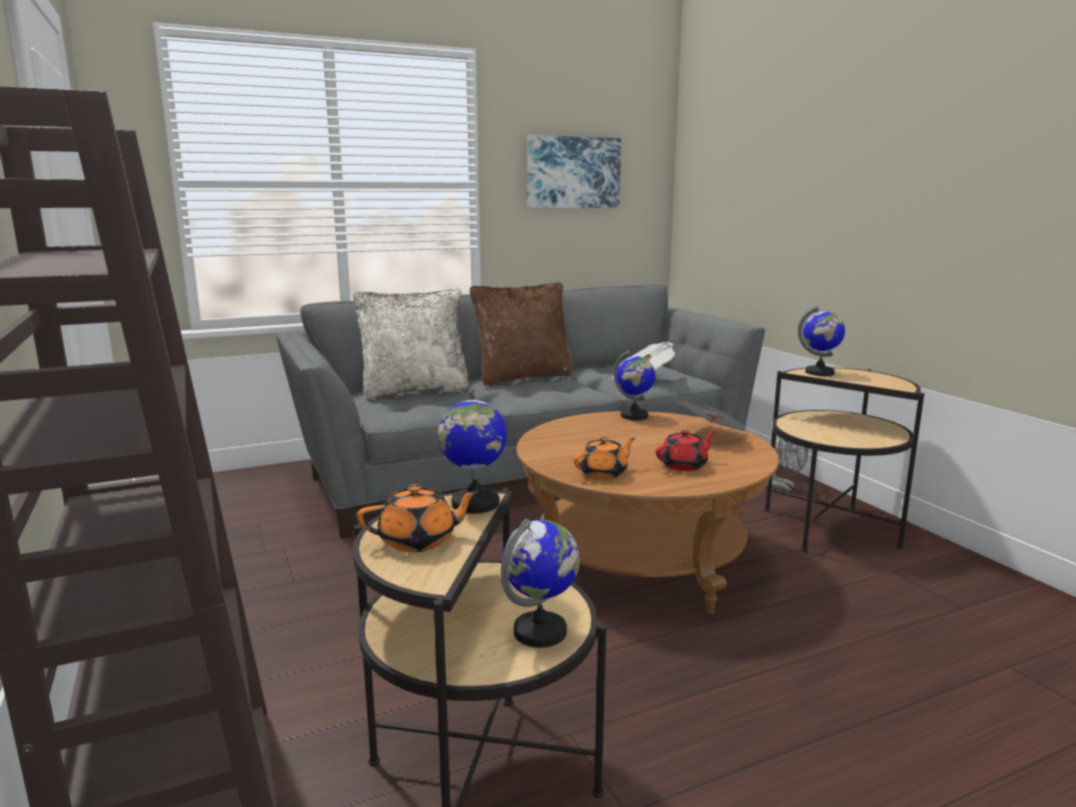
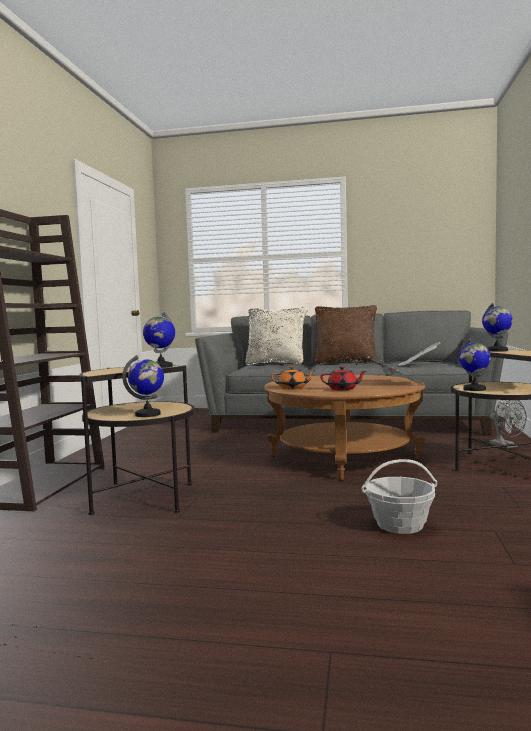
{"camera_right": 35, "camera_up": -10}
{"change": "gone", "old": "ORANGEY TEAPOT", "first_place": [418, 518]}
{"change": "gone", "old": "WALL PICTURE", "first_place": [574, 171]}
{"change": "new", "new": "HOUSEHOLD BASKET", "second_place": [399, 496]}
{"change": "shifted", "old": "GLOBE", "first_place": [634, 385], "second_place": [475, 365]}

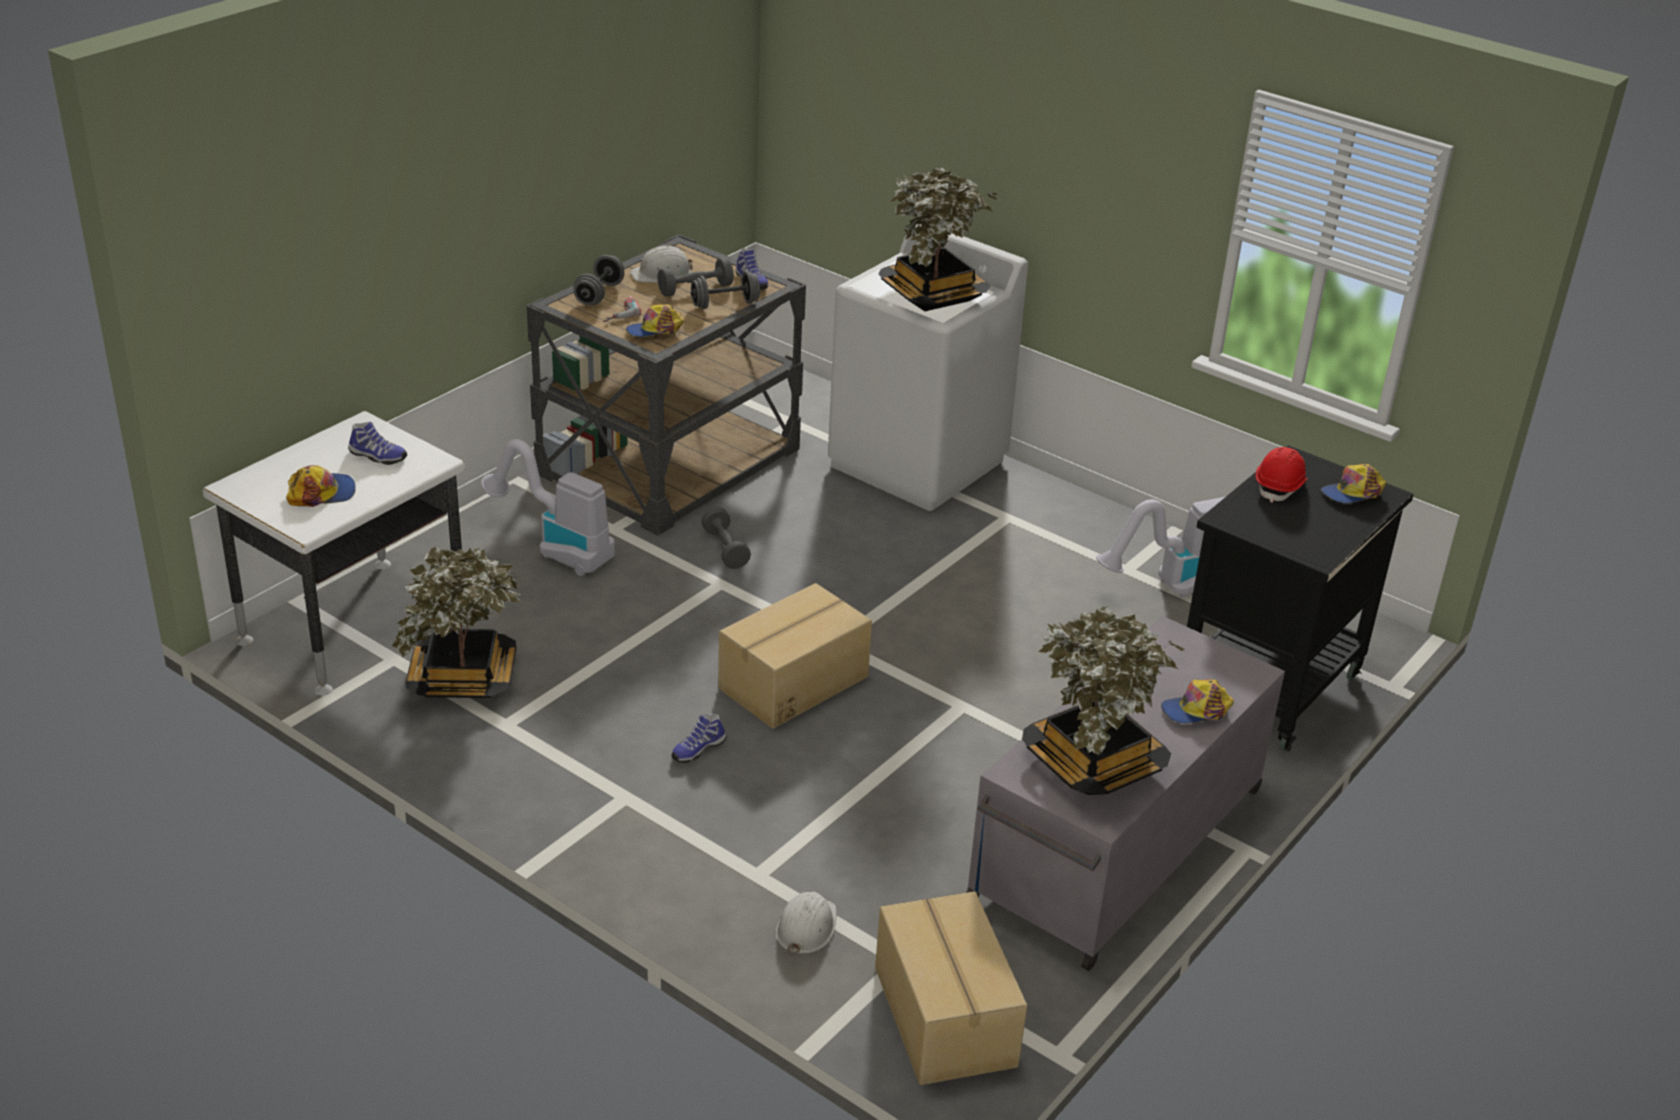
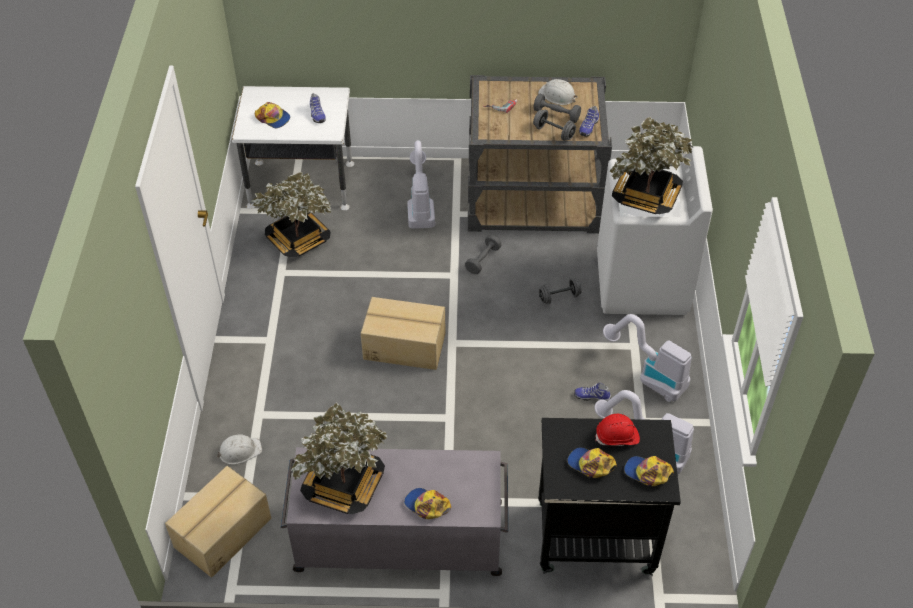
{"camera_right": 55, "camera_up": 15}
{"change": "new", "new": "HOOVER", "second_place": [647, 358]}
{"change": "shifted", "old": "GRAY FREE WEIGHT", "first_place": [598, 280], "second_place": [560, 291]}
{"change": "shifted", "old": "CAP", "first_place": [655, 320], "second_place": [592, 463]}
{"change": "shifted", "old": "ITEM OF FOOTWEAR", "first_place": [699, 738], "second_place": [592, 391]}

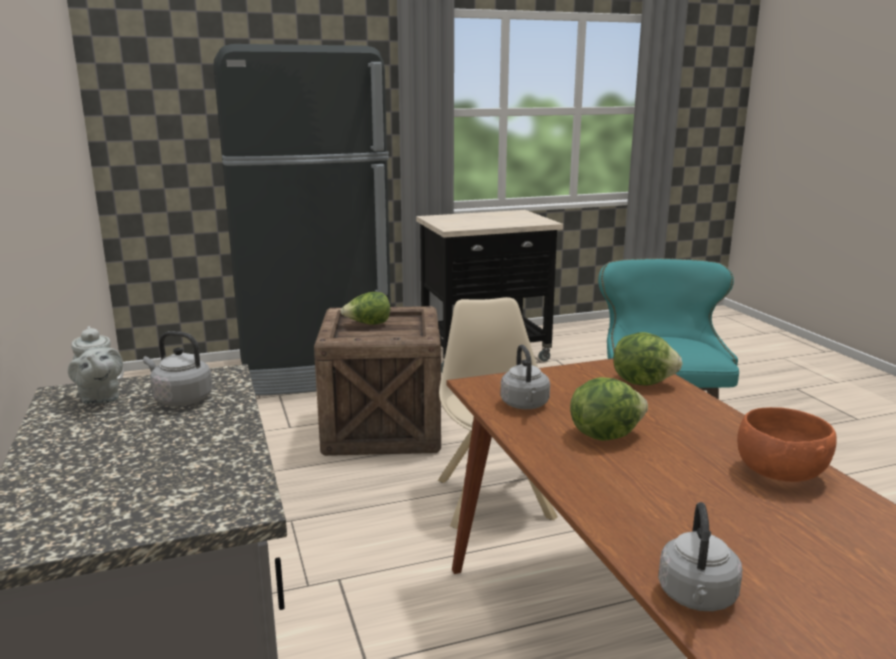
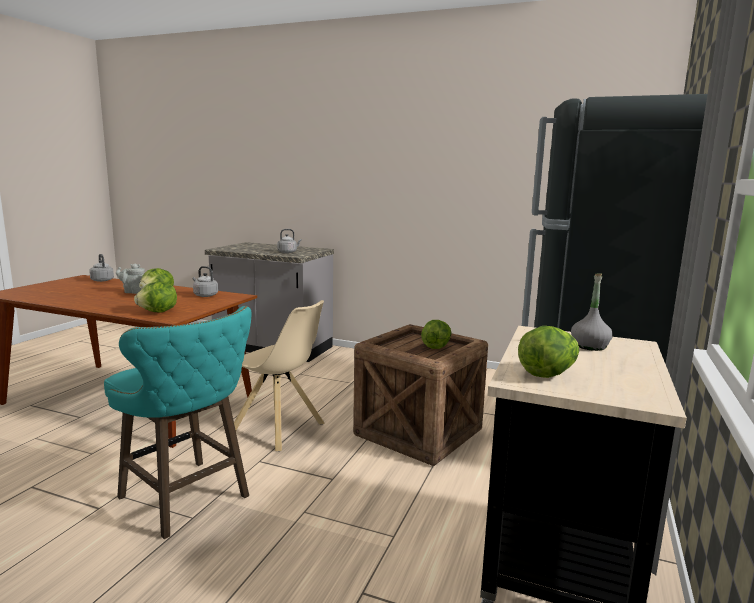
{"camera_right": 130, "camera_up": -5}
{"change": "gone", "old": "ORANGEY BOWL", "first_place": [787, 444]}
{"change": "new", "new": "HEAD OF LETTUCE", "second_place": [548, 352]}
{"change": "new", "new": "GRAY BEVERAGE BOTTLE", "second_place": [592, 312]}
{"change": "shifted", "old": "GRAY TEAPOT", "first_place": [95, 365], "second_place": [130, 278]}

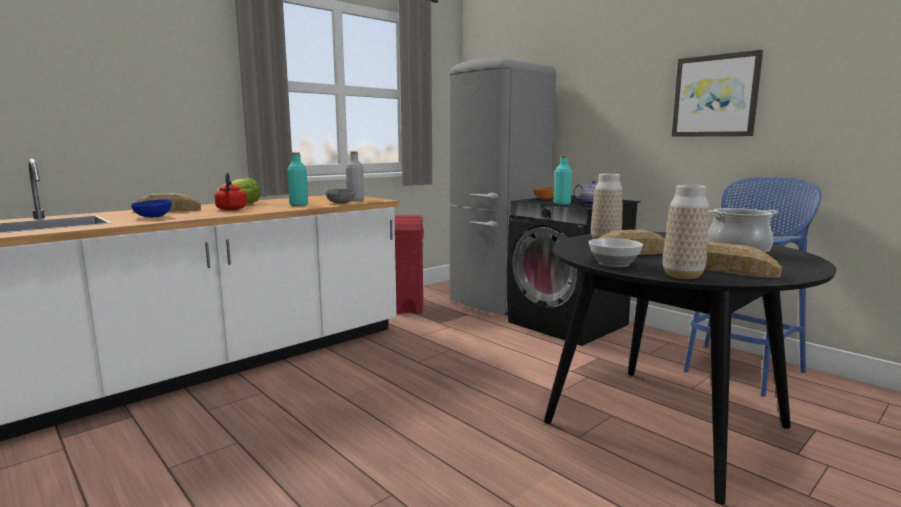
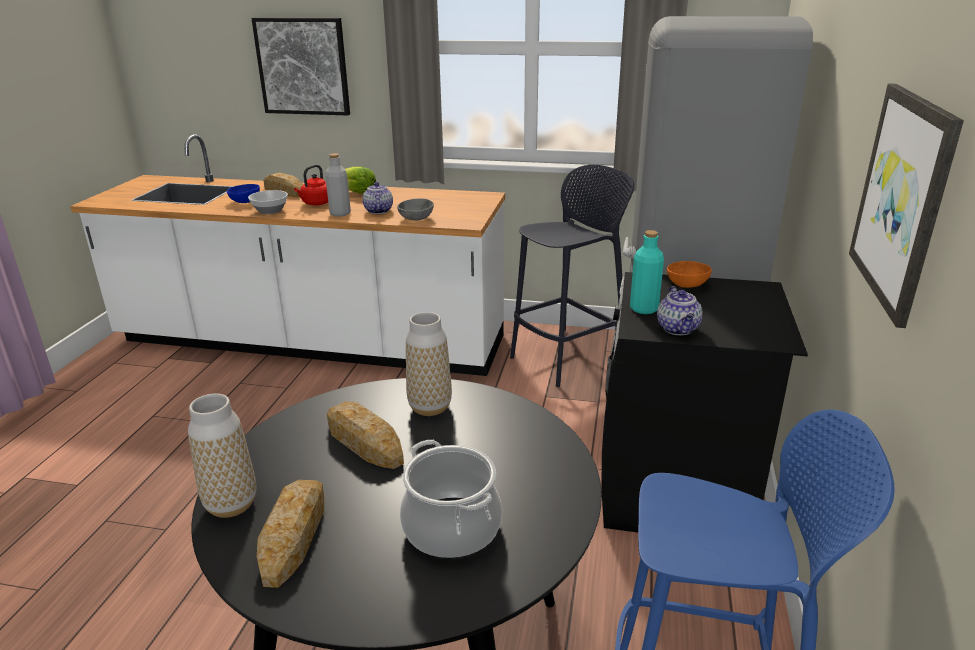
{"camera_right": 55, "camera_up": 15}
{"change": "new", "new": "WALL PICTURE", "second_place": [300, 66]}
{"change": "shifted", "old": "GRAY BEVERAGE BOTTLE", "first_place": [355, 176], "second_place": [338, 185]}
{"change": "shifted", "old": "BOWL", "first_place": [616, 252], "second_place": [268, 202]}
{"change": "swapped", "old": "BLUE-GREEN BEVERAGE BOTTLE", "new": "TEAPOT", "first_place": [297, 179], "second_place": [377, 198]}
{"change": "swapped", "old": "REDDISH TRASH CAN", "new": "GRAY STOOL", "first_place": [409, 264], "second_place": [572, 276]}

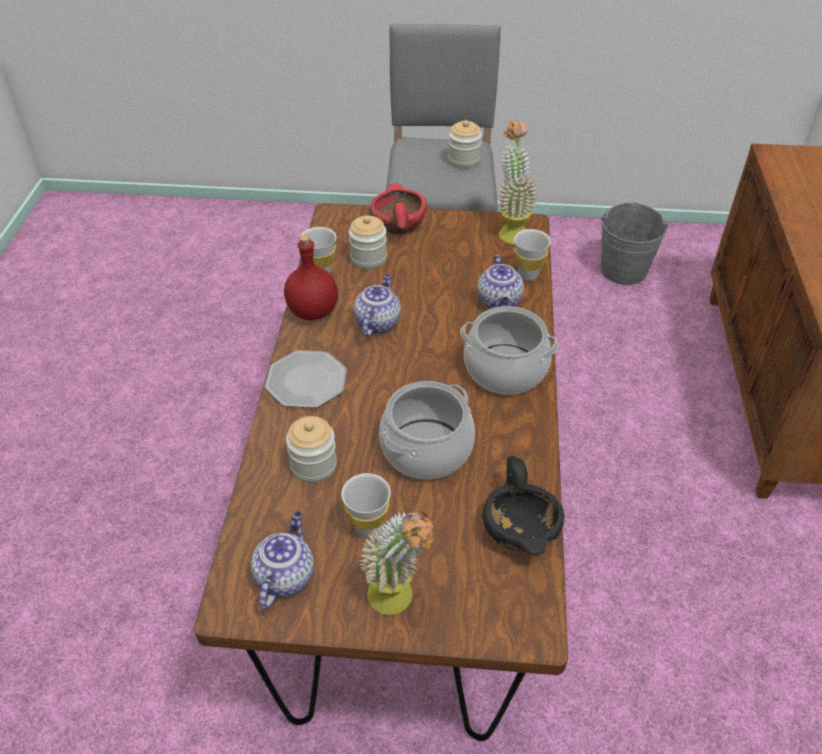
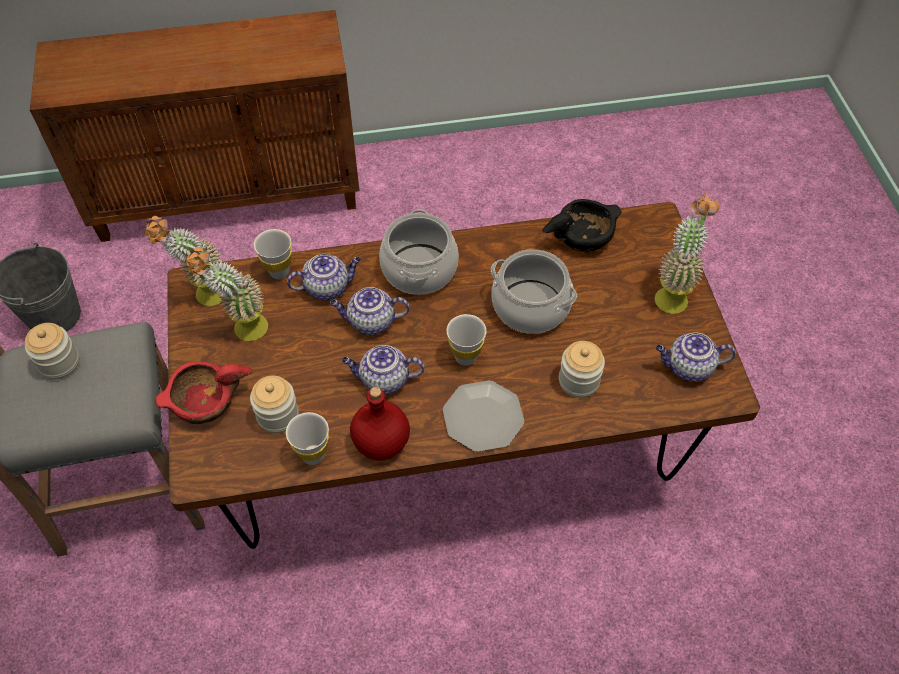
{"camera_right": -105, "camera_up": 10}
{"change": "new", "new": "POTTED PLANT", "second_place": [226, 294]}
{"change": "new", "new": "TEAPOT", "second_place": [370, 311]}
{"change": "shifted", "old": "WHITISH DRINKING CUP", "first_place": [366, 505], "second_place": [466, 340]}

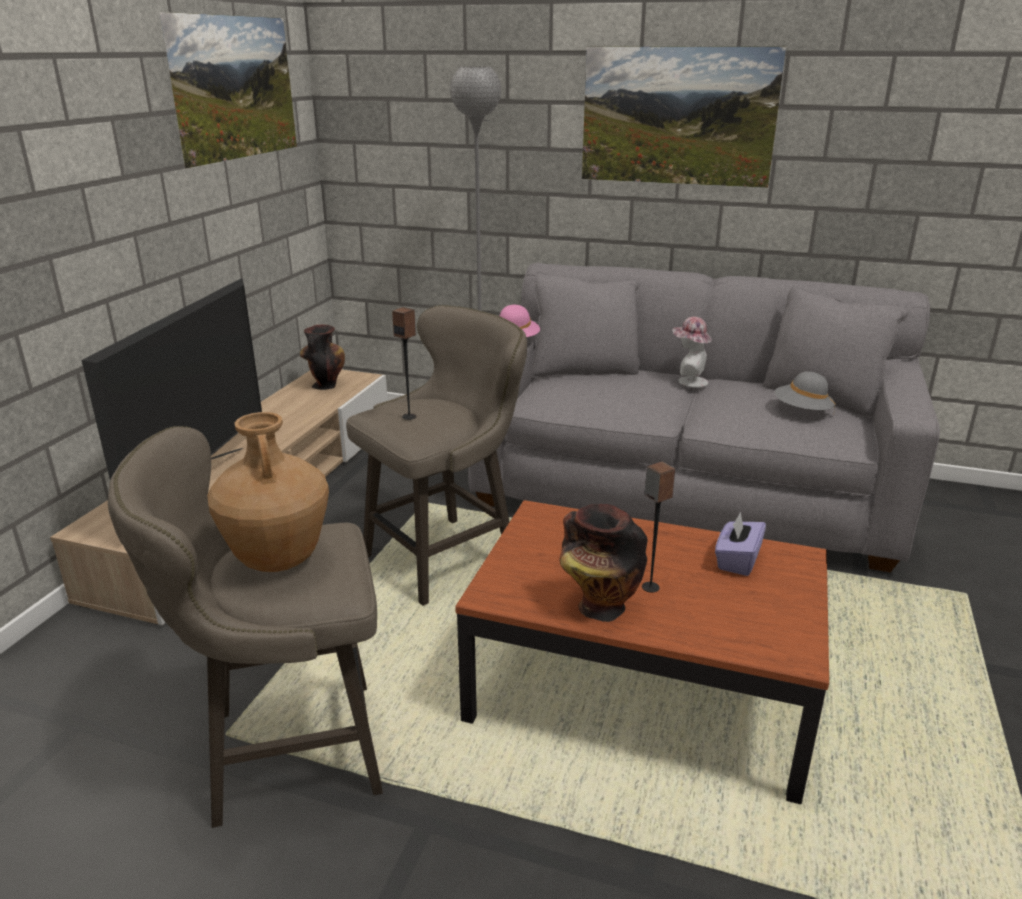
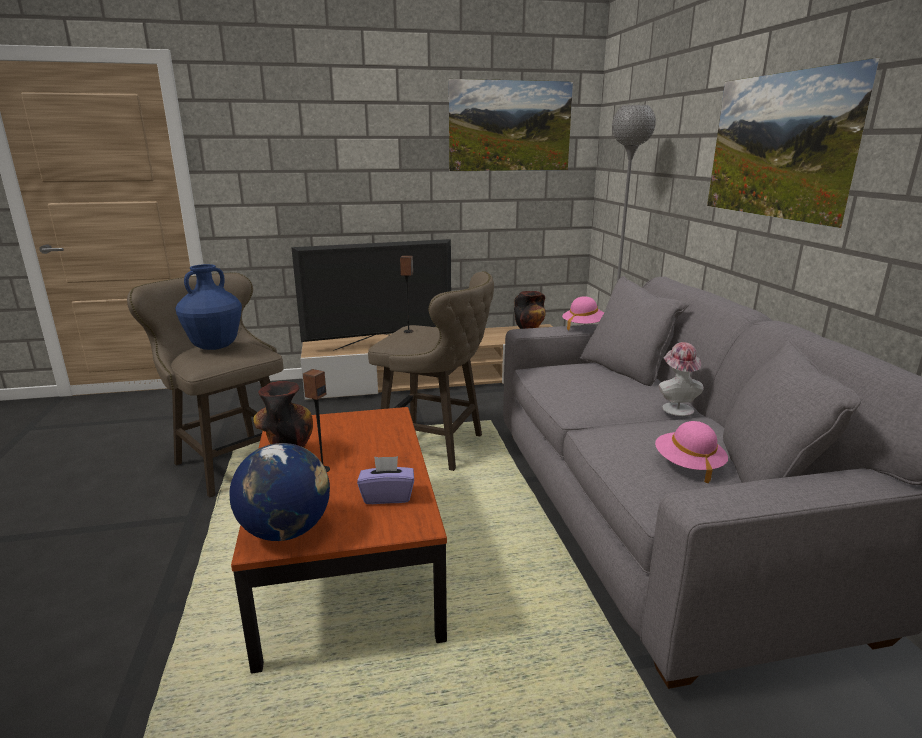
{"camera_right": 60, "camera_up": -5}
{"change": "new", "new": "GLOBE", "second_place": [280, 492]}
{"change": "repainted", "old": "BROWN VASE", "new": "BLUISH VASE", "first_place": [268, 492], "second_place": [208, 307]}
{"change": "repainted", "old": "GRAY WEARABLE HAT", "new": "PINKISH WEARABLE HAT", "first_place": [805, 393], "second_place": [691, 452]}

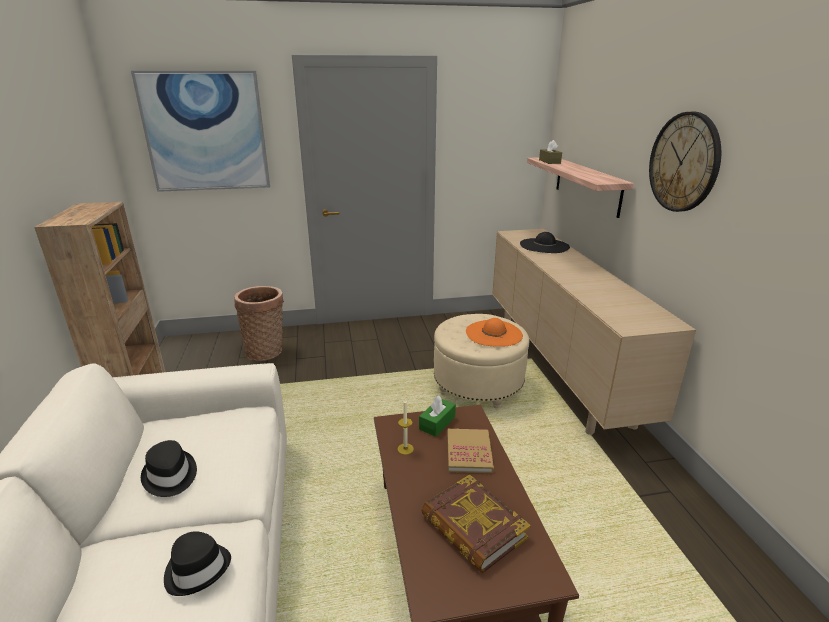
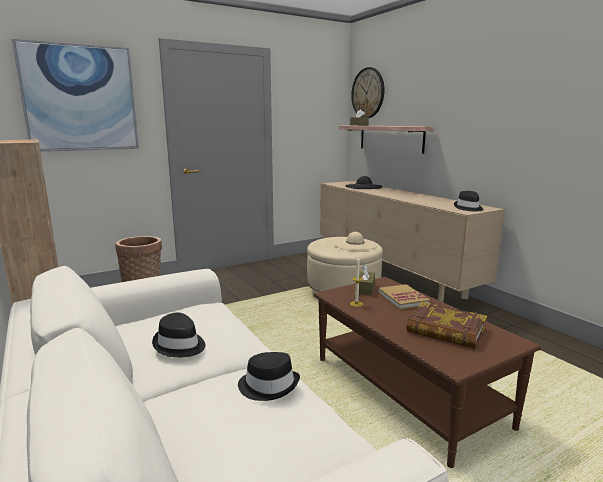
{"camera_right": -20, "camera_up": -10}
{"change": "new", "new": "BLACK WEARABLE HAT", "second_place": [468, 201]}
{"change": "shifted", "old": "CLOCK ON THE WALL", "first_place": [685, 162], "second_place": [368, 92]}
{"change": "repainted", "old": "GREEN-COLOURED TISSUE BOX", "new": "BROWN TISSUE BOX", "first_place": [437, 416], "second_place": [367, 280]}
{"change": "repainted", "old": "ORANGEY WEARABLE HAT", "new": "BEIGE-COLOURED WEARABLE HAT", "first_place": [494, 332], "second_place": [355, 241]}

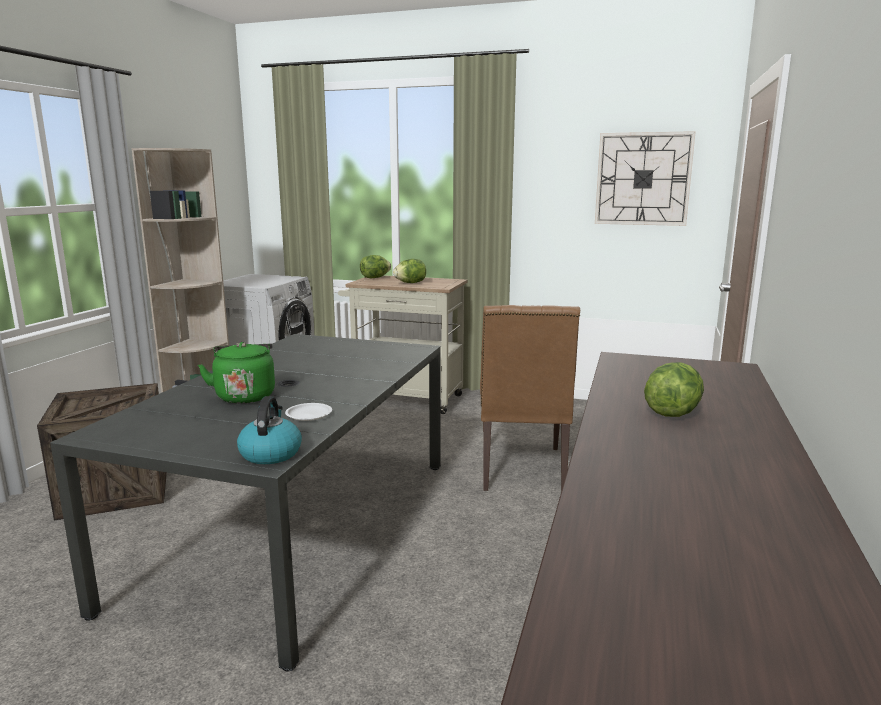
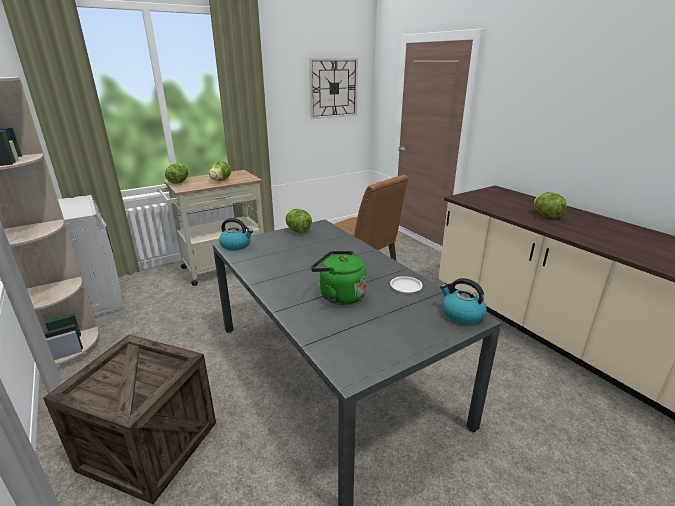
{"camera_right": -50, "camera_up": 10}
{"change": "new", "new": "KETTLE", "second_place": [236, 234]}
{"change": "new", "new": "HEAD OF LETTUCE", "second_place": [299, 221]}

